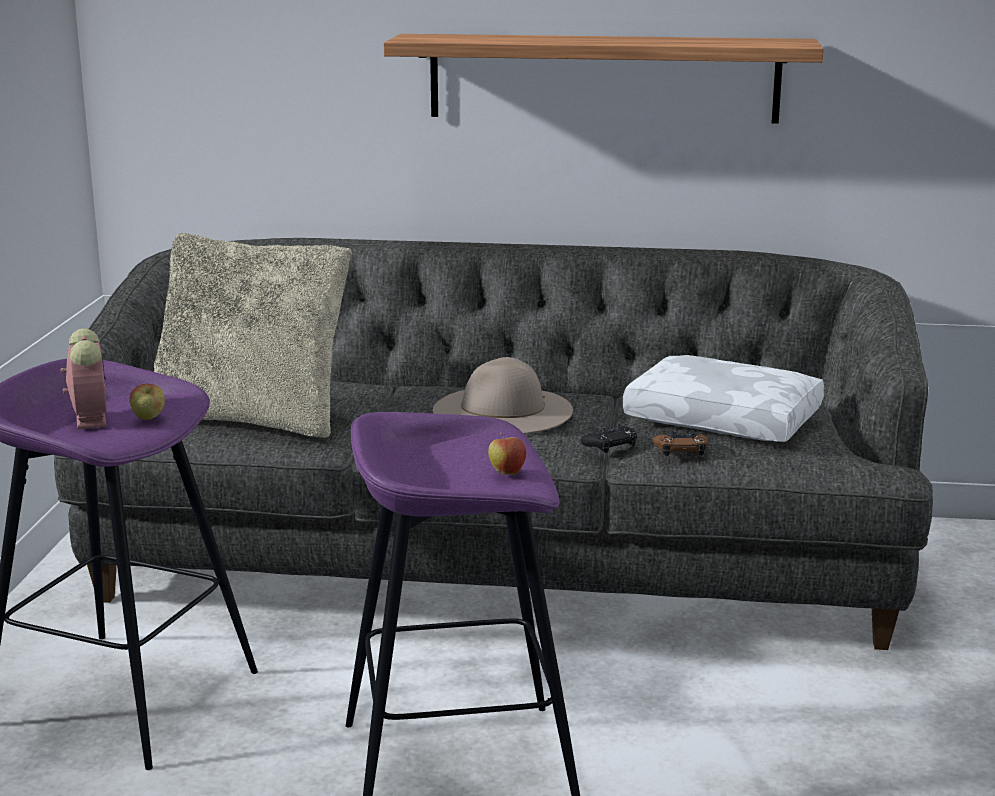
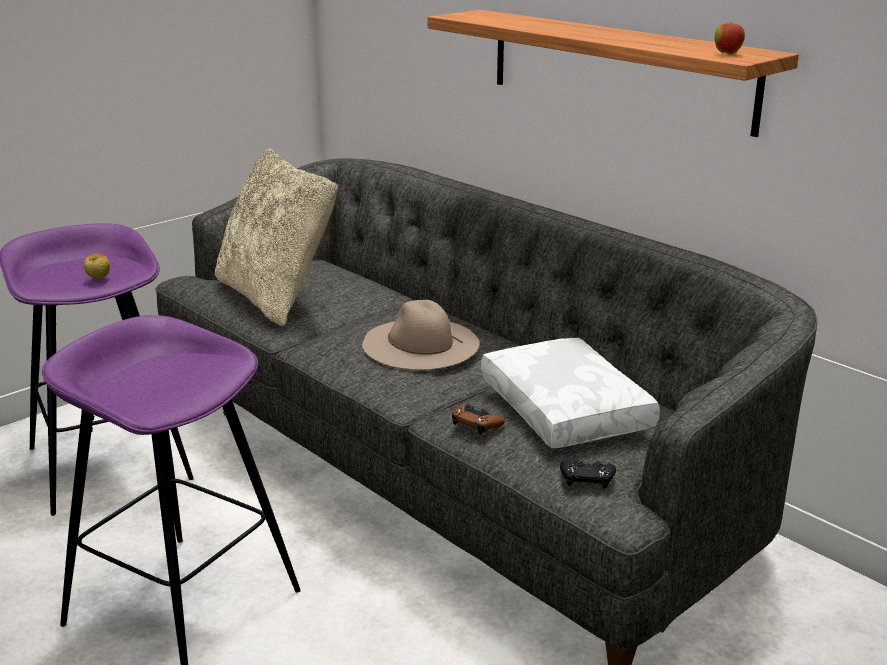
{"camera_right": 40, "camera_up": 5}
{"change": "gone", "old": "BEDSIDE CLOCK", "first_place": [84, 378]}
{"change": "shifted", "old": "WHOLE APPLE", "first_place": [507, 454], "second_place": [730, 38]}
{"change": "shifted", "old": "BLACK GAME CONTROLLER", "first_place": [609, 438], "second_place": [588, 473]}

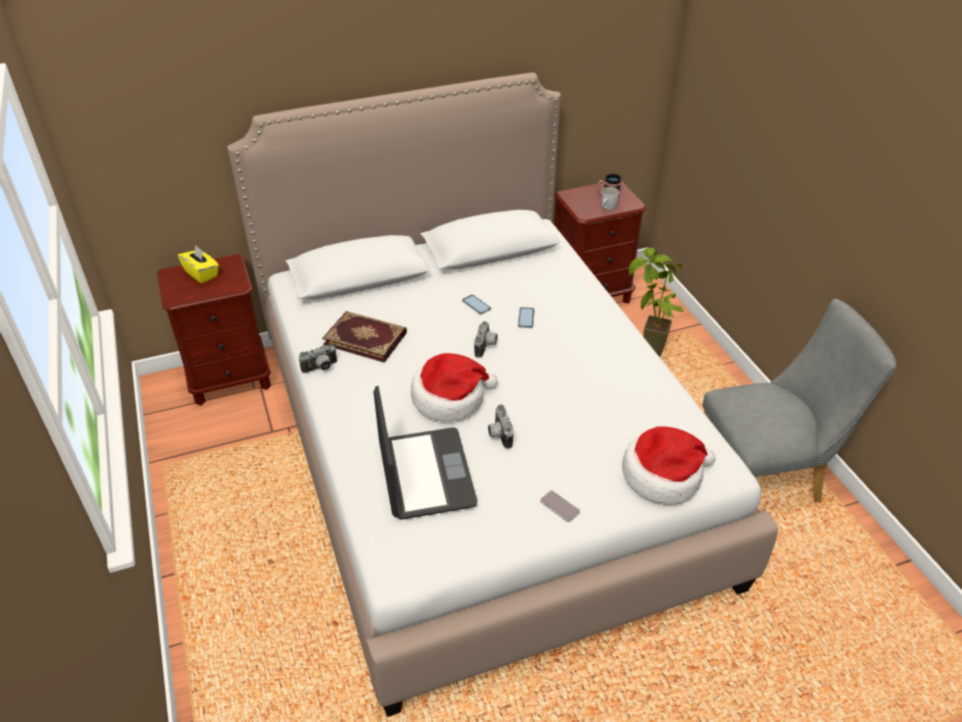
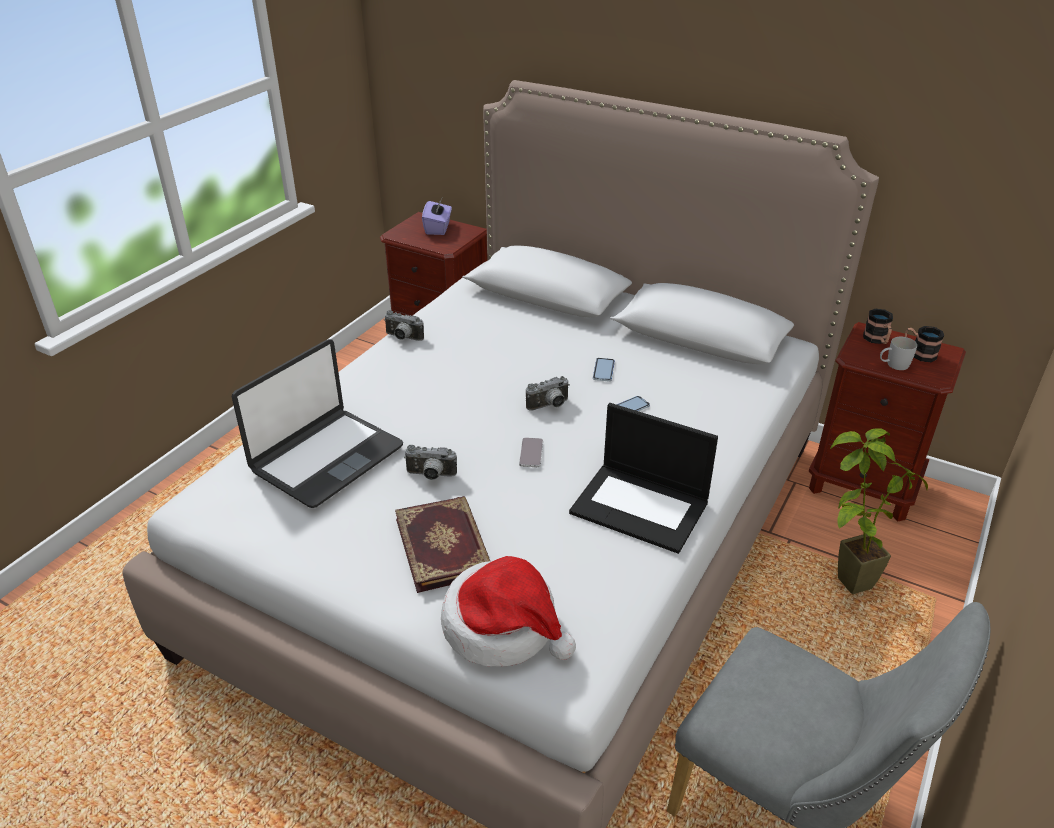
{"camera_right": 50, "camera_up": -5}
{"change": "gone", "old": "WEARABLE HAT", "first_place": [454, 387]}
{"change": "new", "new": "PORTABLE COMPUTER", "second_place": [643, 478]}
{"change": "new", "new": "MUG", "second_place": [878, 326]}
{"change": "shifted", "old": "BOOK", "first_place": [364, 337], "second_place": [442, 544]}
{"change": "shifted", "old": "HANDSET", "first_place": [560, 506], "second_place": [531, 452]}
{"change": "repainted", "old": "YELLOW-COLOURED TISSUE BOX", "new": "PURPLE-COLOURED TISSUE BOX", "first_place": [198, 264], "second_place": [437, 216]}
{"change": "rotated", "old": "PHOTO CAMERA", "first_place": [501, 426], "second_place": [430, 462], "degrees": -120}

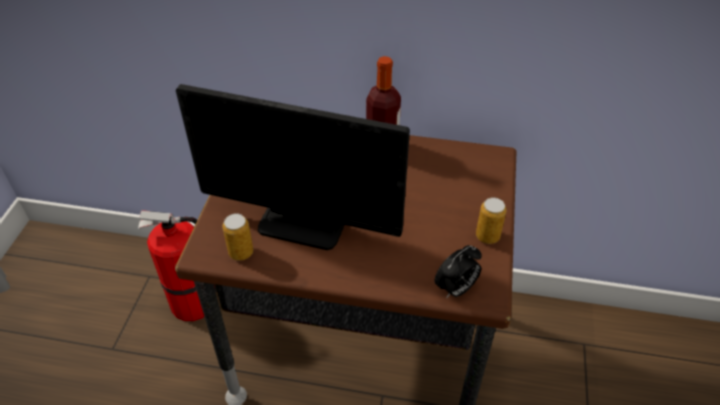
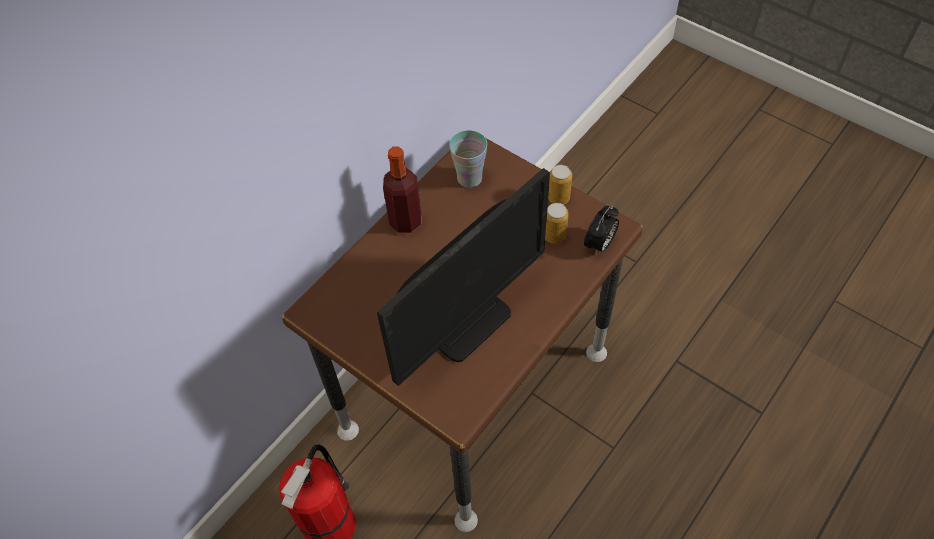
{"camera_right": -60, "camera_up": 10}
{"change": "new", "new": "DRINKING CUP", "second_place": [468, 159]}
{"change": "shifted", "old": "SEALED CAN", "first_place": [237, 237], "second_place": [557, 223]}
{"change": "rotated", "old": "BEDSIDE CLOCK", "first_place": [458, 272], "second_place": [601, 230], "degrees": 45}

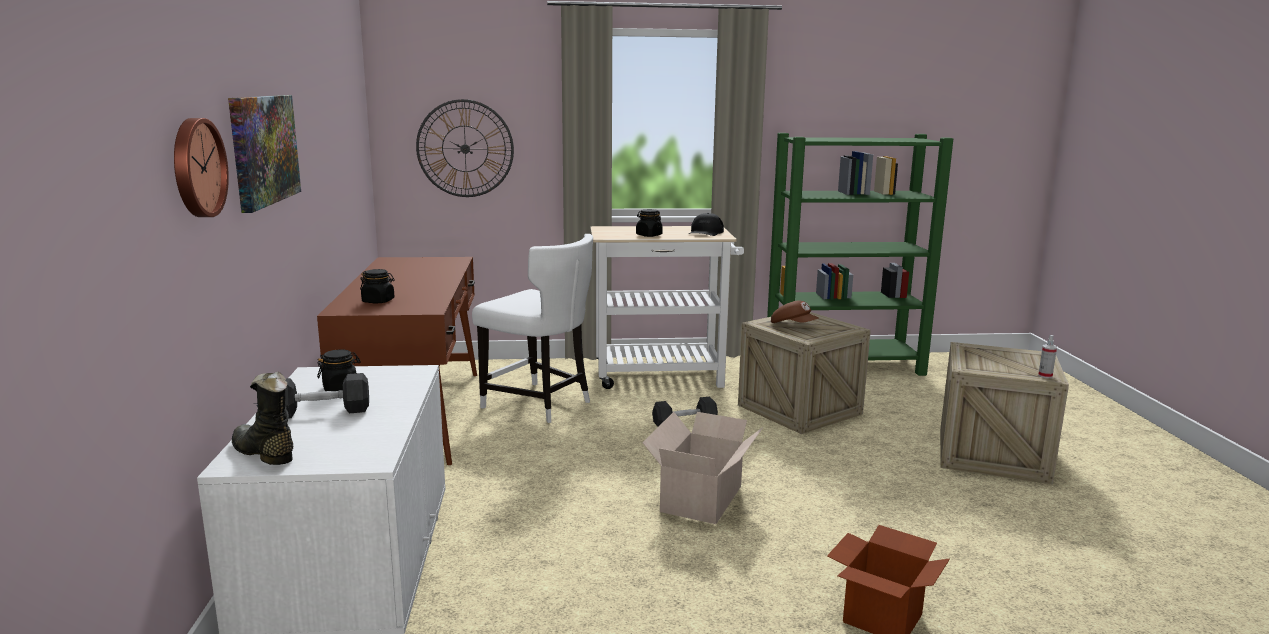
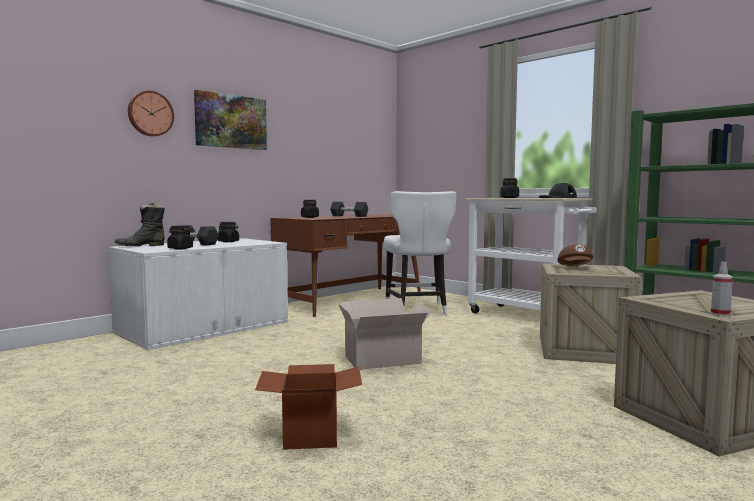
{"camera_right": 50, "camera_up": -10}
{"change": "gone", "old": "CLOCK ON THE WALL", "first_place": [465, 148]}
{"change": "new", "new": "BLACK STORAGE JAR", "second_place": [180, 237]}
{"change": "shifted", "old": "GRAY FREE WEIGHT", "first_place": [685, 411], "second_place": [349, 209]}
{"change": "rotated", "old": "BLACK TALL BOOT", "first_place": [262, 418], "second_place": [139, 224], "degrees": -105}

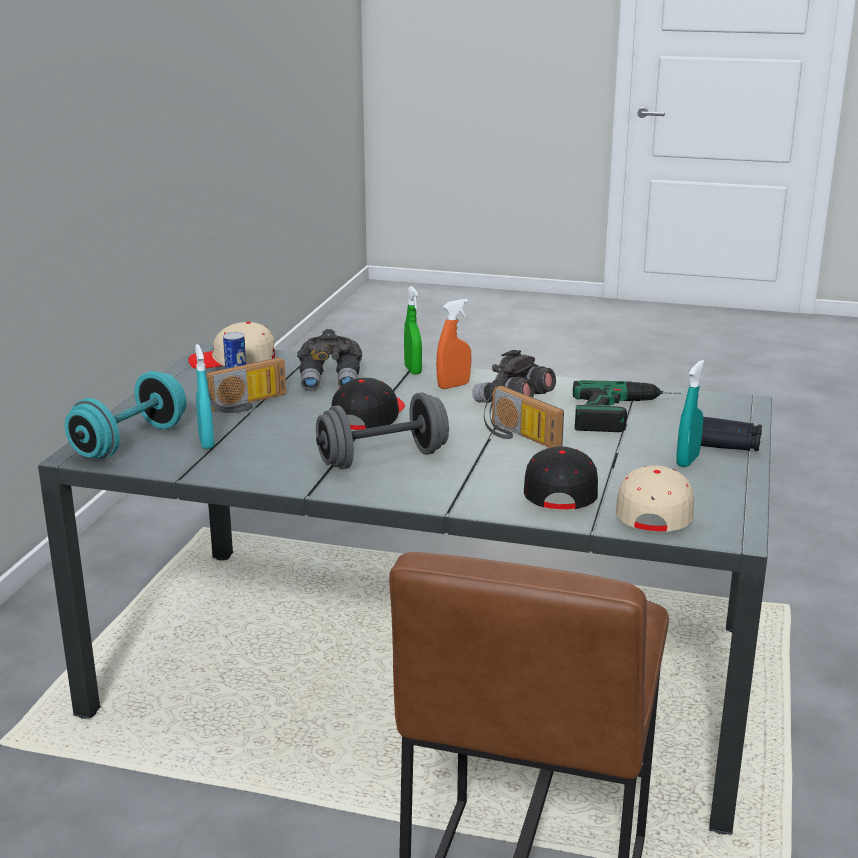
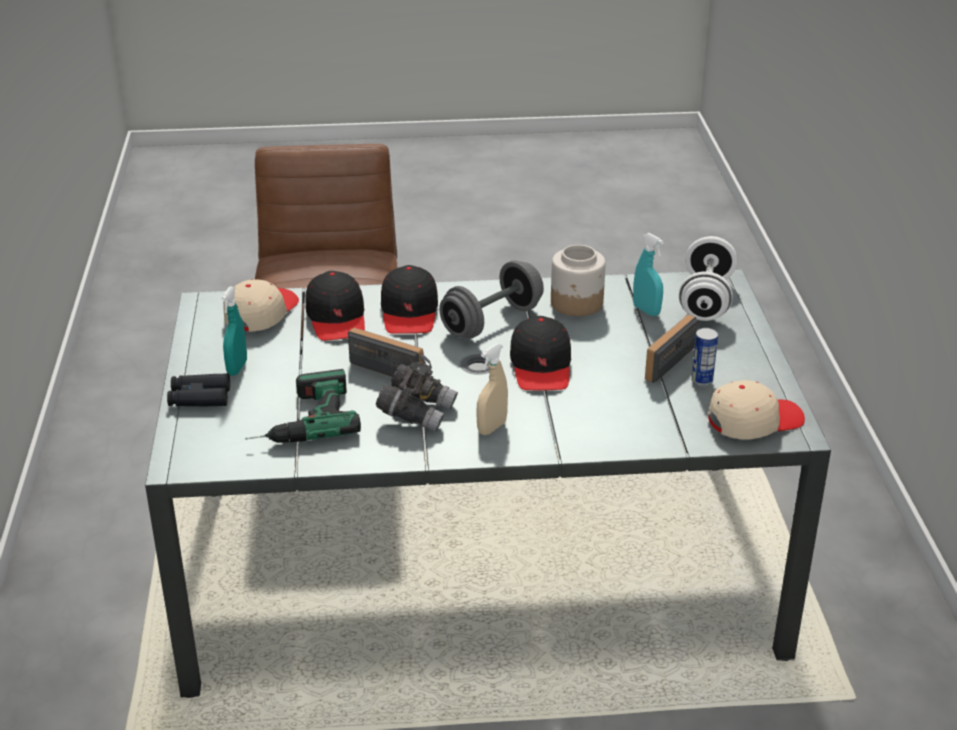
{"camera_right": 160, "camera_up": 10}
{"change": "gone", "old": "GRAY BINOCULARS", "first_place": [329, 360]}
{"change": "gone", "old": "GREEN-COLOURED HAND SPRAYER", "first_place": [413, 330]}
{"change": "new", "new": "BLACK CAP", "second_place": [409, 299]}
{"change": "new", "new": "STORAGE JAR", "second_place": [578, 280]}
{"change": "repainted", "old": "BLUE-GREEN FREE WEIGHT", "new": "WHITISH FREE WEIGHT", "first_place": [125, 415], "second_place": [708, 278]}
{"change": "repainted", "old": "ORANGEY HAND SPRAYER", "new": "BEIGE-COLOURED HAND SPRAYER", "first_place": [453, 344], "second_place": [492, 389]}
{"change": "rotated", "old": "BEIGE-COLOURED CAP", "first_place": [655, 498], "second_place": [261, 305], "degrees": -150}

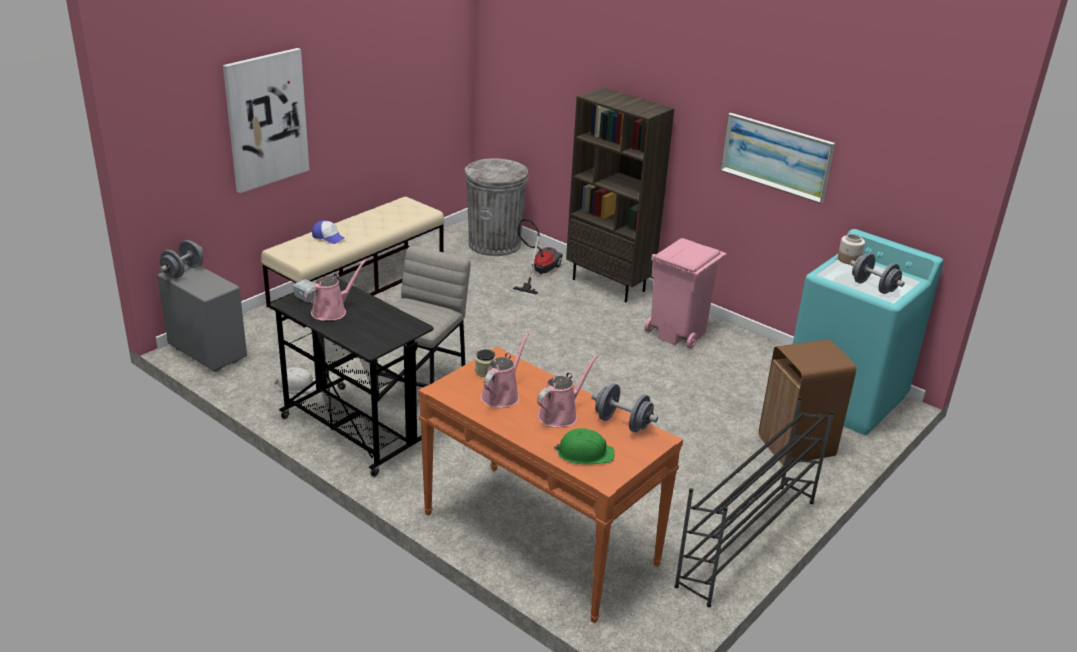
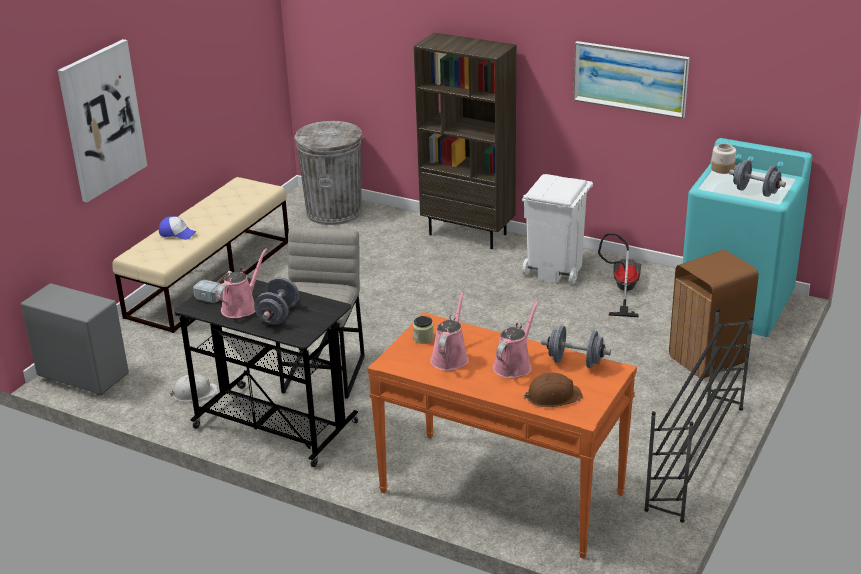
{"camera_right": -10, "camera_up": 0}
{"change": "shifted", "old": "GRAY FREE WEIGHT", "first_place": [181, 259], "second_place": [276, 300]}
{"change": "shifted", "old": "HOOVER", "first_place": [538, 257], "second_place": [619, 275]}
{"change": "repainted", "old": "GREEN-COLOURED WORK HELMET", "new": "BROWN WORK HELMET", "first_place": [584, 446], "second_place": [553, 390]}
{"change": "repainted", "old": "PINKISH TRASH CAN", "new": "WHITISH TRASH CAN", "first_place": [686, 293], "second_place": [557, 229]}

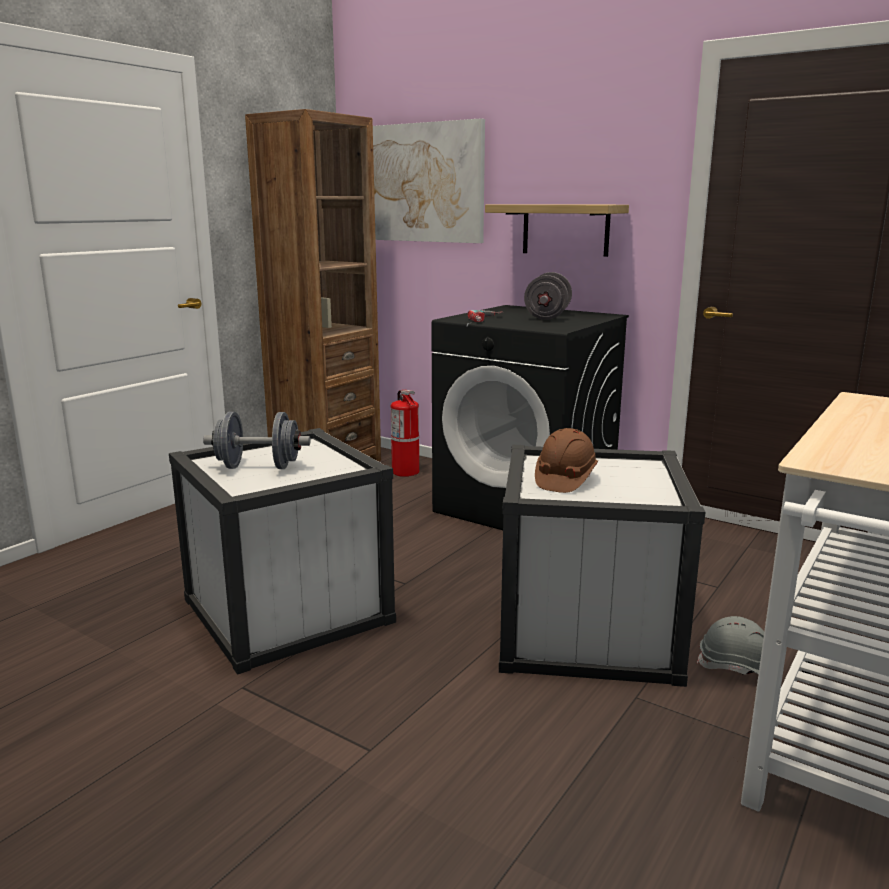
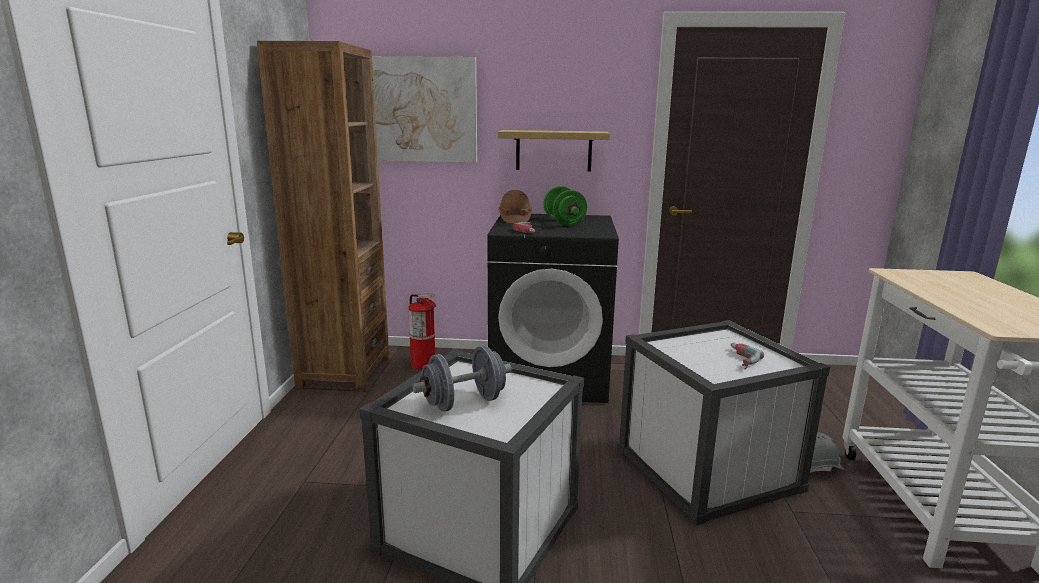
{"camera_right": -30, "camera_up": 0}
{"change": "new", "new": "ELECTRIC DRILL", "second_place": [747, 356]}
{"change": "shifted", "old": "BROWN WORK HELMET", "first_place": [566, 460], "second_place": [515, 206]}
{"change": "repainted", "old": "GRAY FREE WEIGHT", "new": "GREEN-COLOURED FREE WEIGHT", "first_place": [548, 296], "second_place": [565, 206]}

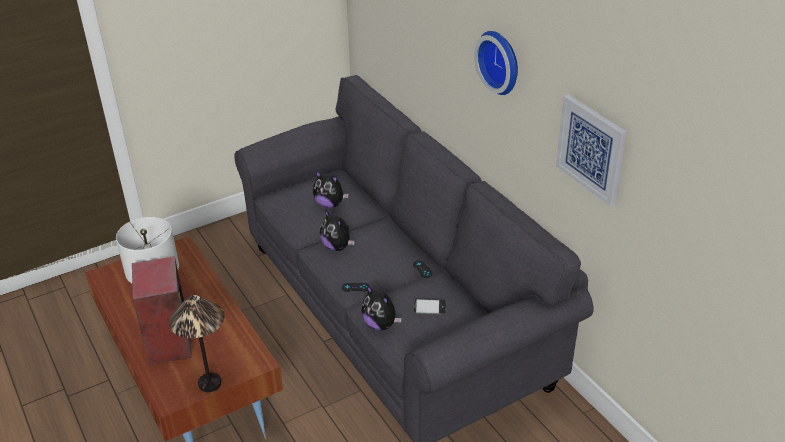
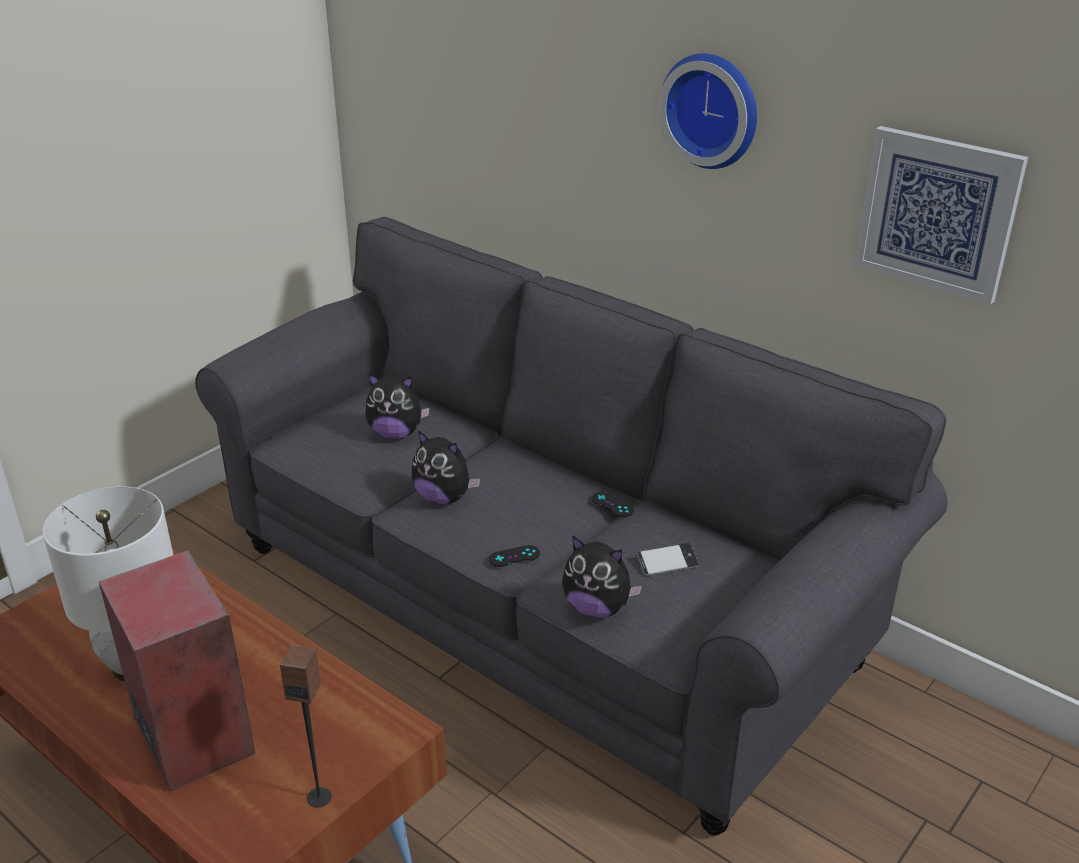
{"camera_right": -20, "camera_up": -5}
{"change": "swapped", "old": "TABLE LAMP", "new": "LOUDSPEAKER", "first_place": [196, 343], "second_place": [306, 726]}

